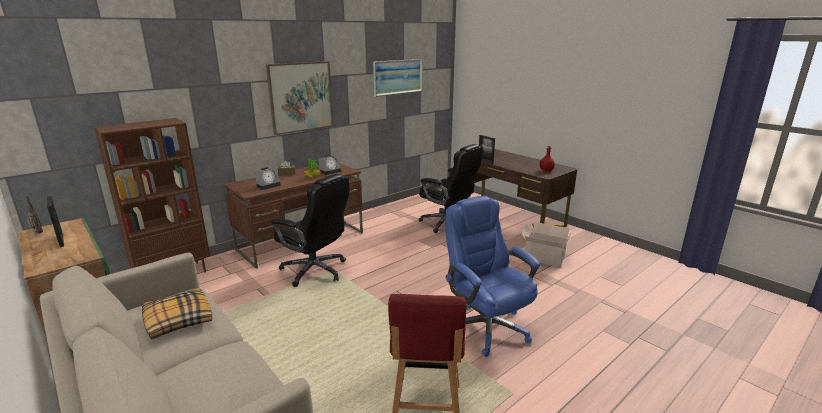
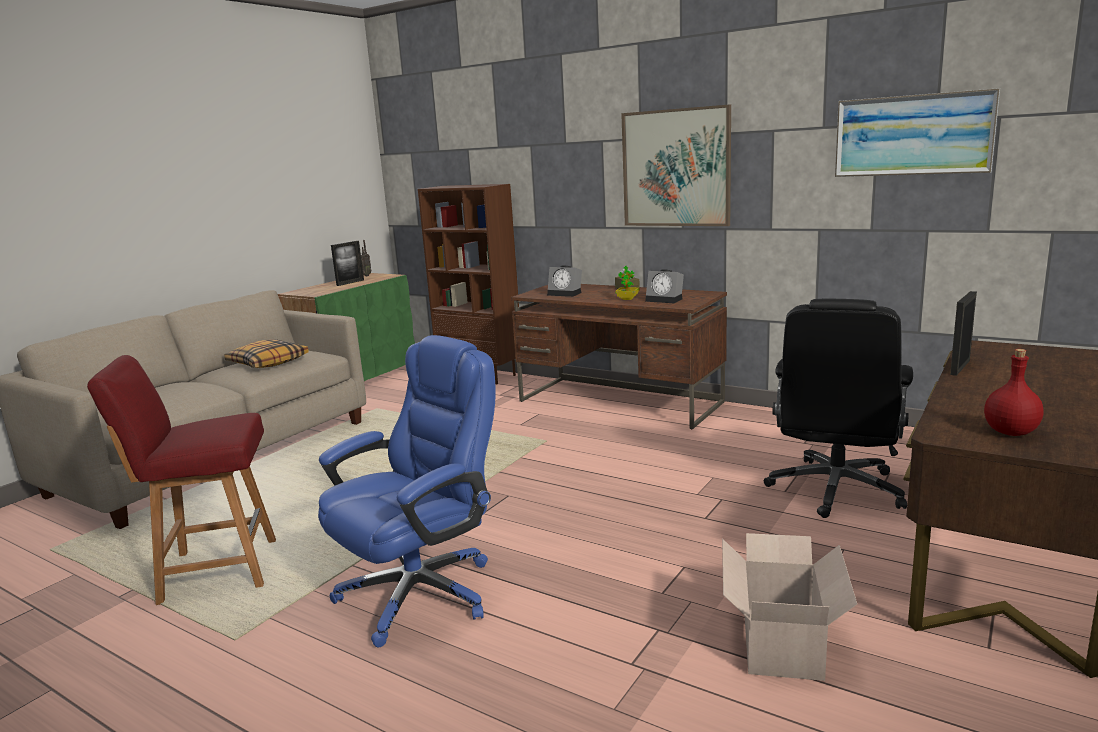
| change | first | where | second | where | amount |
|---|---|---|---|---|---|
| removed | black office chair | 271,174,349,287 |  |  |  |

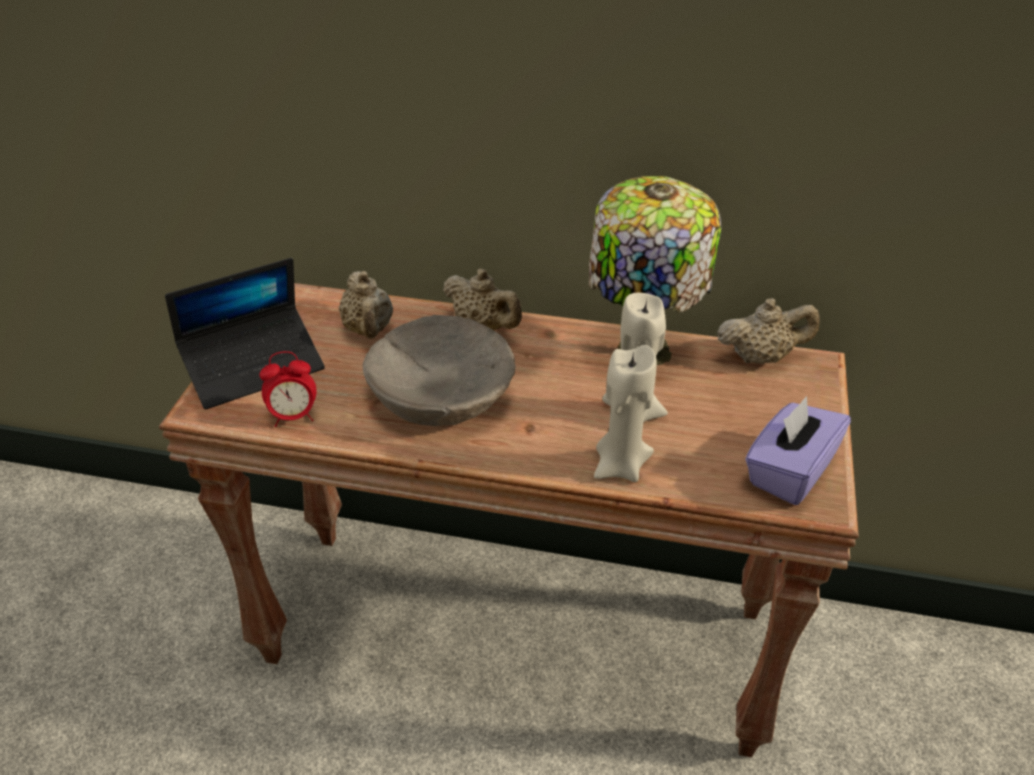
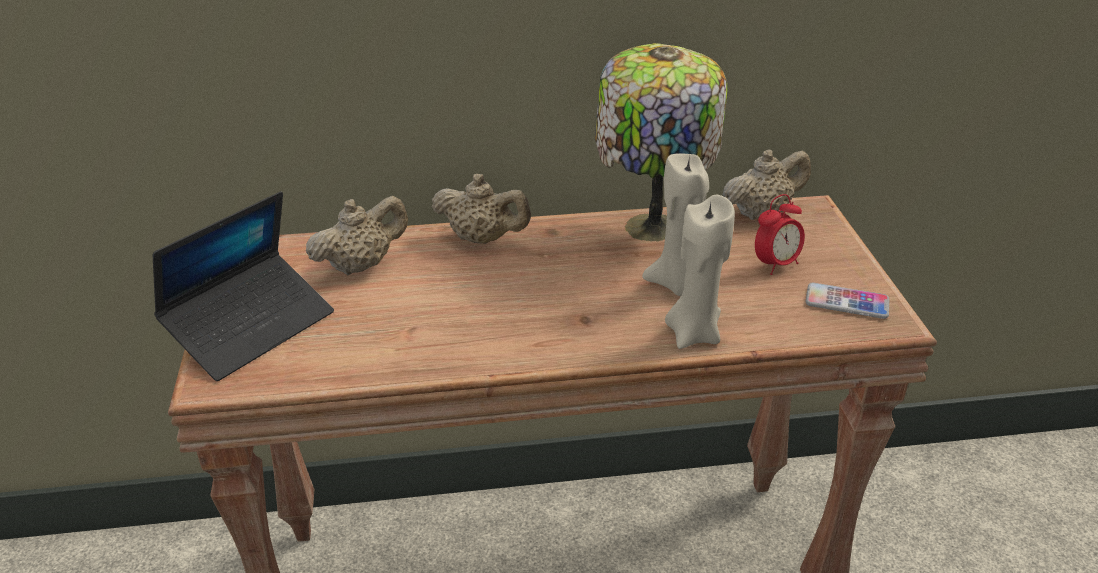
| change | first | where | second | where | amount |
|---|---|---|---|---|---|
| removed | beige bowl | 363,315,515,426 |  |  |  |
| moved | alarm clock | 259,351,317,427 |  | 755,194,805,275 |  |
| replaced | purple tissue box | 745,396,851,505 | phone | 806,283,889,319 |  |
| turned | beige teapot | 339,271,393,339 |  | 306,196,408,275 | 90 degrees counterclockwise |

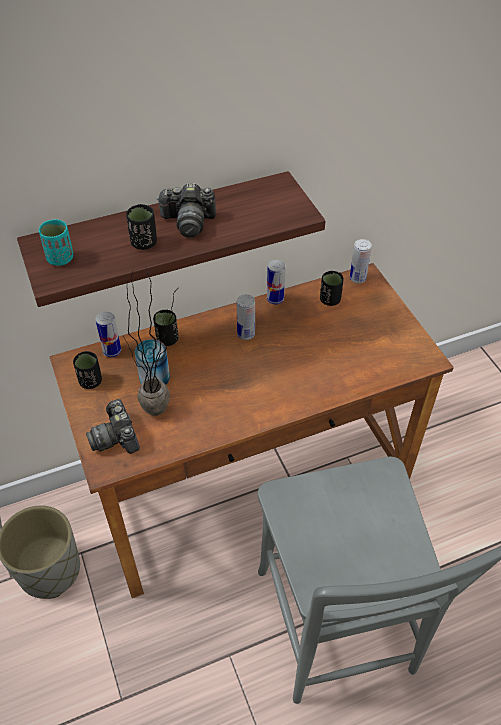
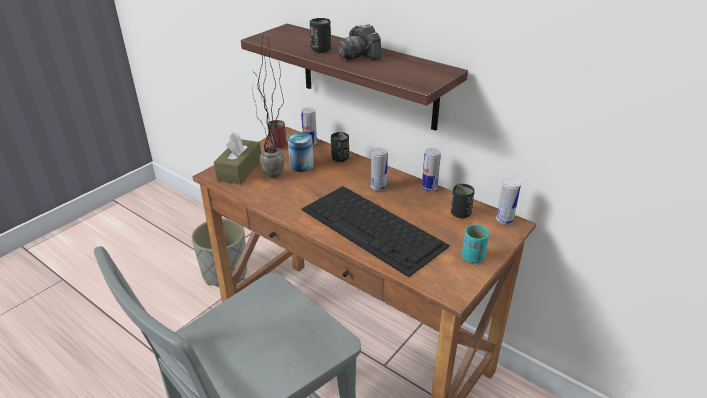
| change | first | where | second | where | amount |
|---|---|---|---|---|---|
| added |  |  | keyboard | 301,186,450,277 |  |
| moved | turquoise cup | 39,219,73,266 |  | 462,225,489,263 |  |
| replaced | photo camera | 86,399,140,454 | brown tissue box | 214,132,261,185 |  |
| recoloured | black cup | 73,351,102,389 | red cup | 267,120,287,149 |  |

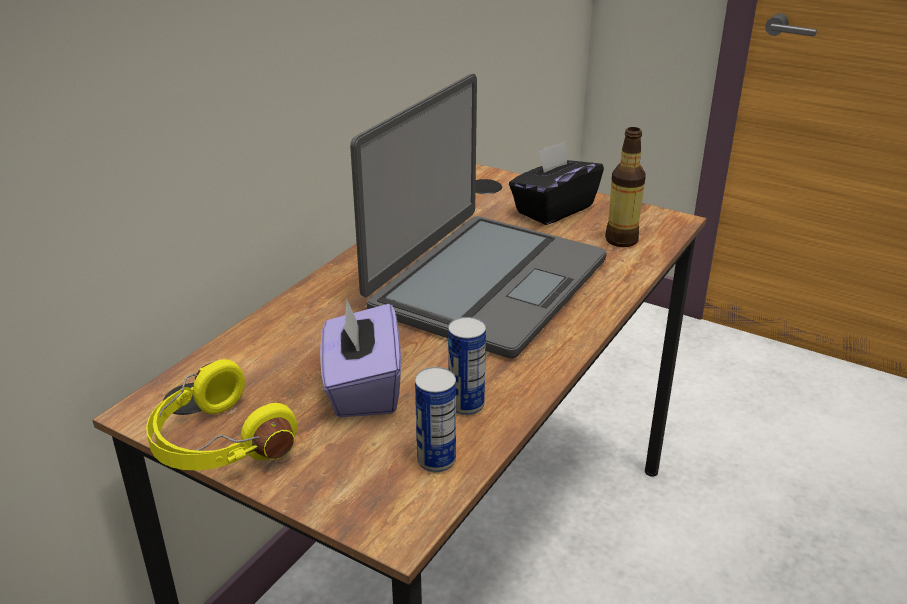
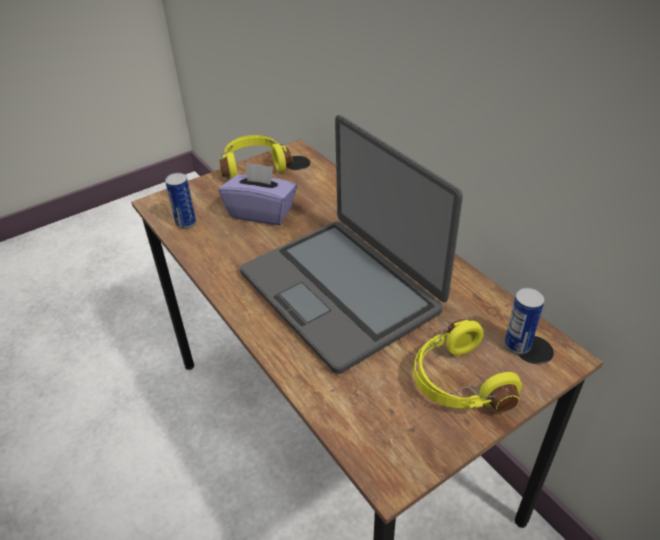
| change | first | where | second | where | amount |
|---|---|---|---|---|---|
| removed | bottle | 605,127,646,247 |  |  |  |
| moved | can | 448,317,486,415 |  | 505,288,545,355 |  |
| replaced | black tissue box | 509,141,604,225 | yellow headphones | 414,319,522,412 |  |

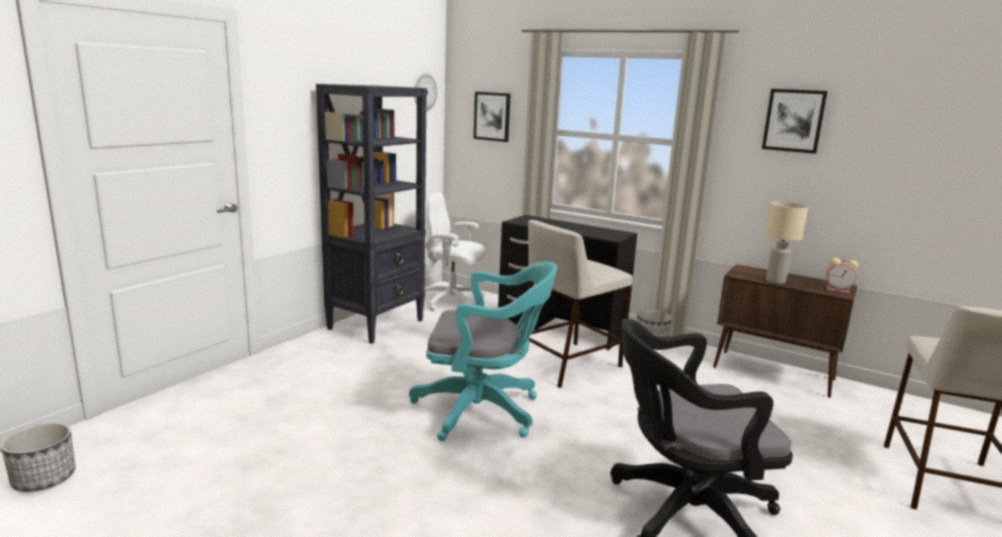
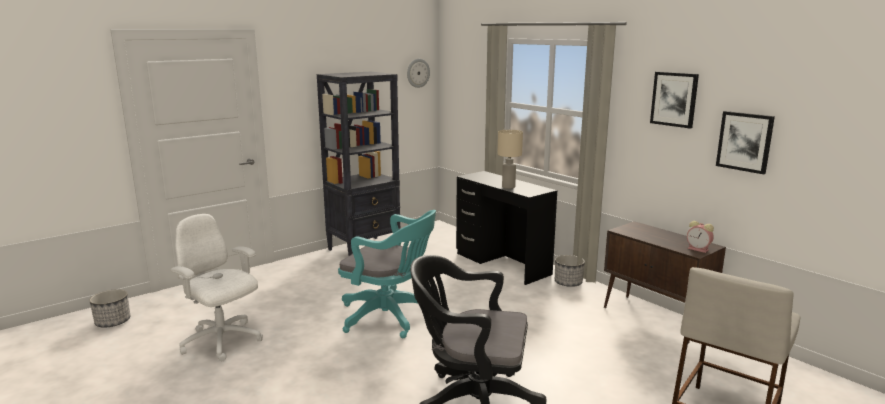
| change | first | where | second | where | amount |
|---|---|---|---|---|---|
| removed | beige stool | 528,220,633,388 |  |  |  |
| moved | white office chair | 424,192,486,311 |  | 171,214,263,361 |  |
| moved | picture | 474,92,511,142 |  | 716,111,775,174 |  |
| moved | beige table lamp | 765,202,808,284 |  | 497,130,523,189 |  |

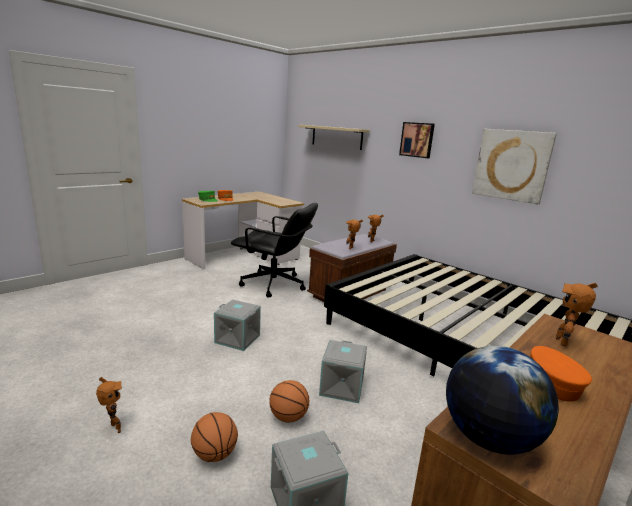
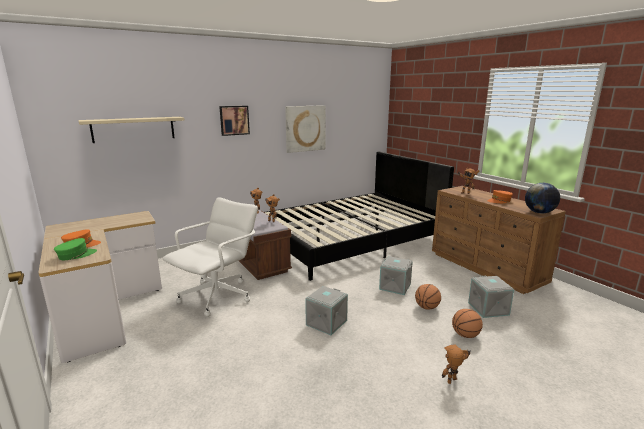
| change | first | where | second | where | amount |
|---|---|---|---|---|---|
| recoloured | black office chair | 231,203,318,298 | white office chair | 162,197,258,317 |  |

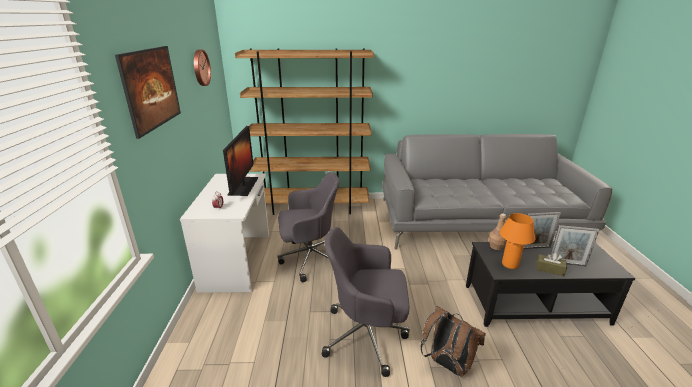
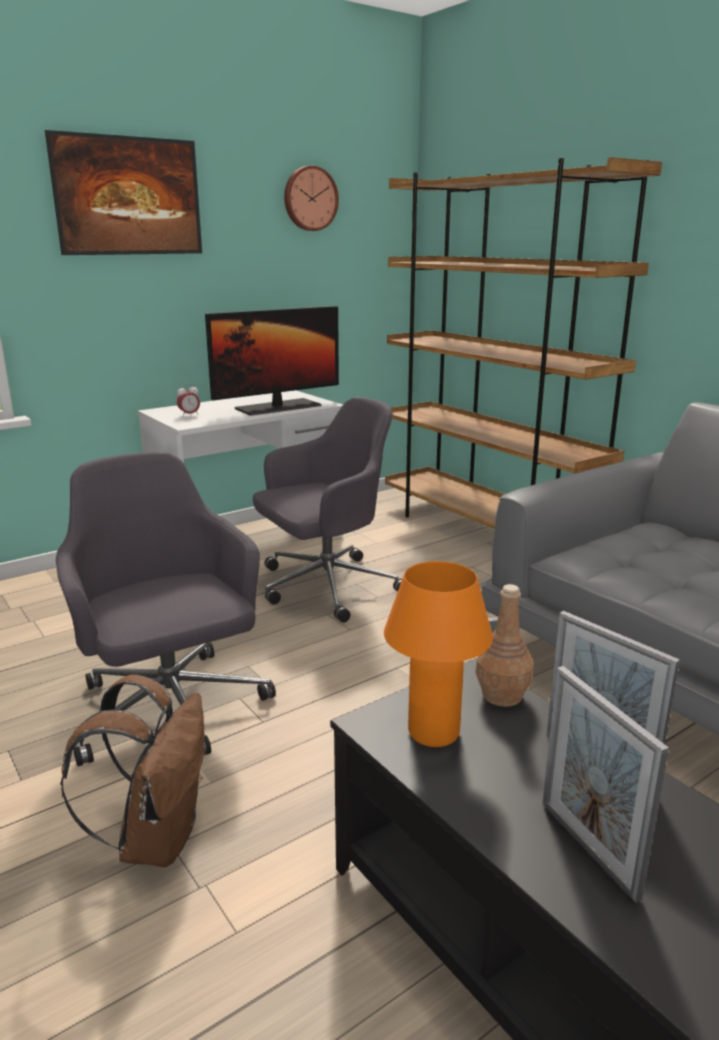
| change | first | where | second | where | amount |
|---|---|---|---|---|---|
| removed | brown tissue box | 536,252,567,276 |  |  |  |
| turned | grey office chair | 277,172,340,282 |  | 253,397,402,623 | 75 degrees counterclockwise |

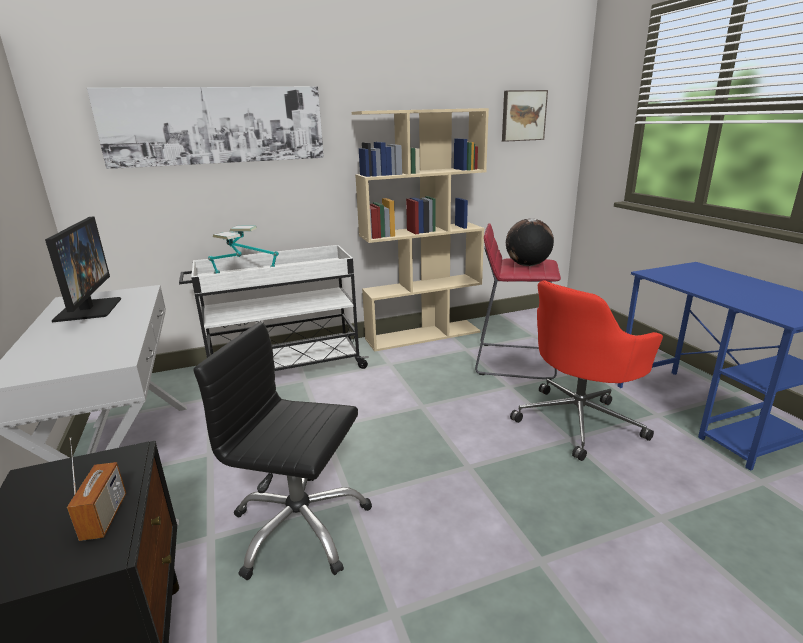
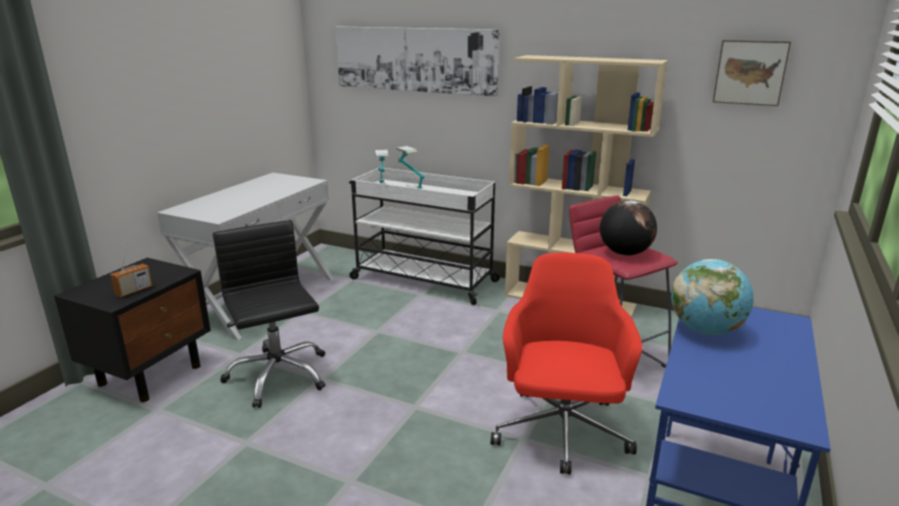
| change | first | where | second | where | amount |
|---|---|---|---|---|---|
| removed | monitor | 45,216,121,322 |  |  |  |
| added |  |  | globe | 671,259,754,335 |  |
| turned | red office chair | 510,281,663,461 |  | 491,253,642,475 | 90 degrees clockwise |

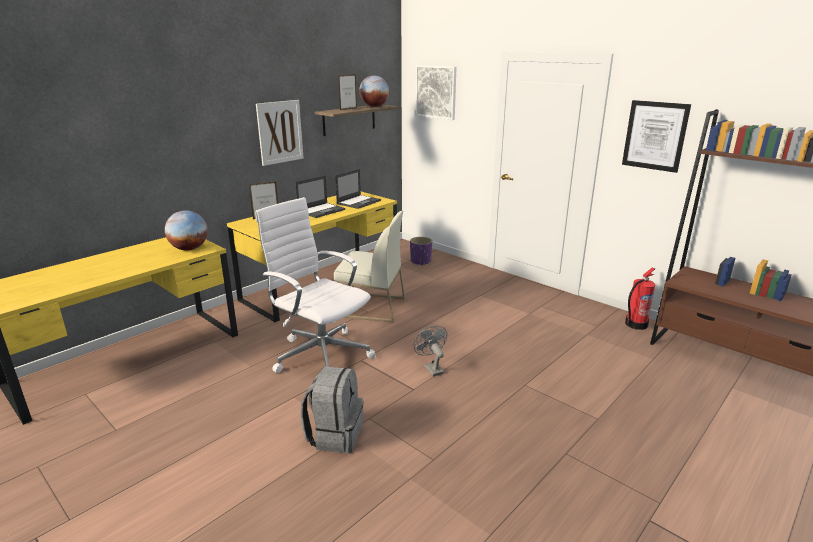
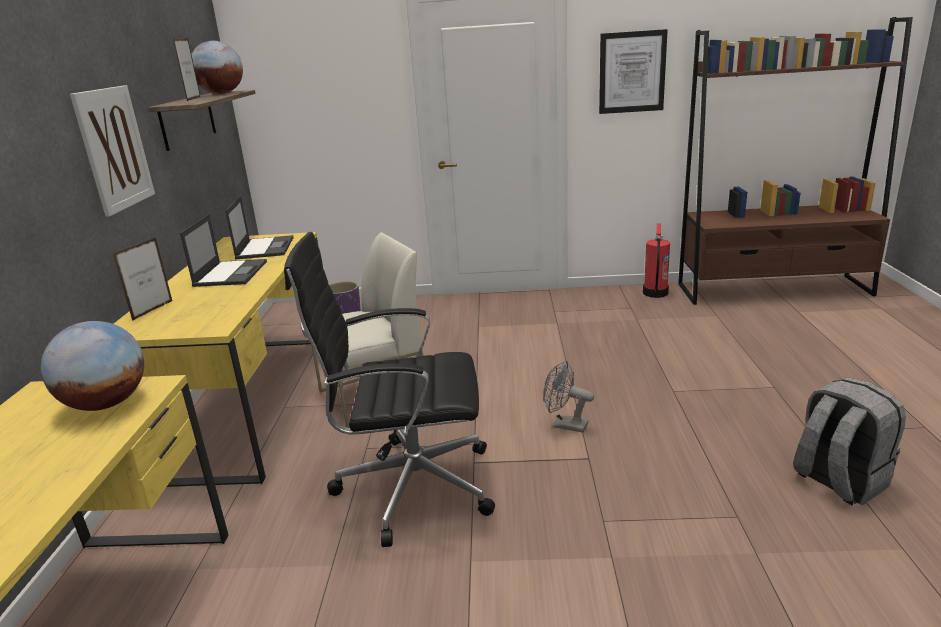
| change | first | where | second | where | amount |
|---|---|---|---|---|---|
| removed | picture | 415,65,457,120 |  |  |  |
| moved | grey backpack | 300,366,364,453 |  | 793,377,906,505 |  |
| recoloured | white office chair | 255,197,376,373 | black office chair | 284,232,495,547 |  |

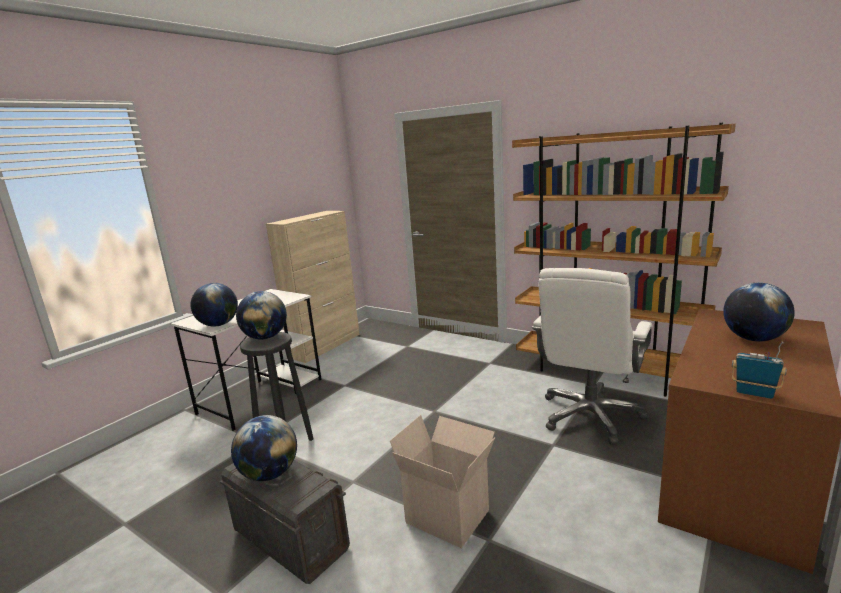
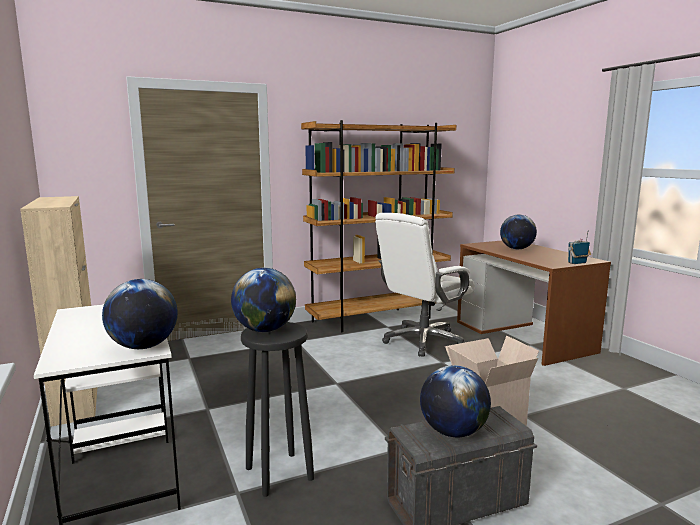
| change | first | where | second | where | amount |
|---|---|---|---|---|---|
| turned | white office chair | 532,268,653,445 |  | 375,213,475,357 | 75 degrees clockwise |

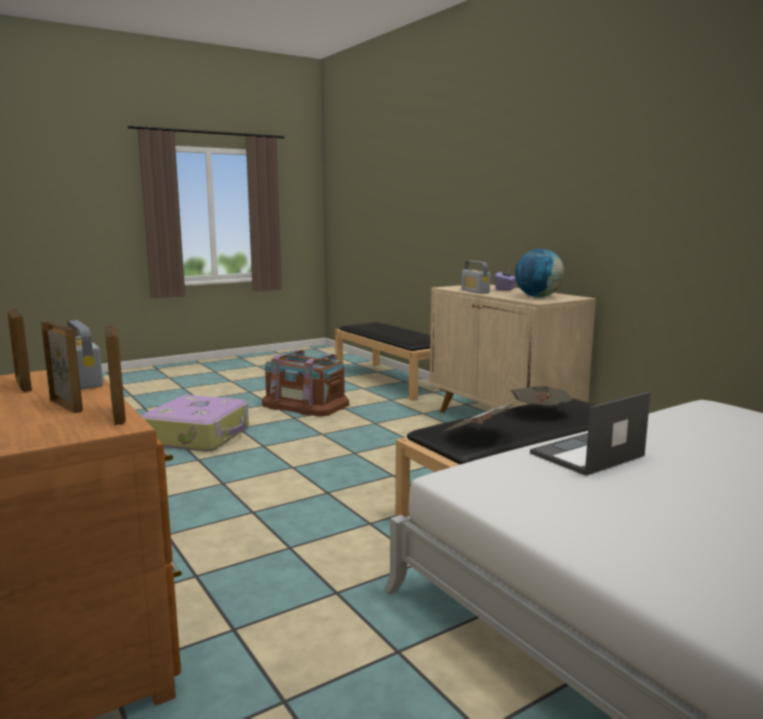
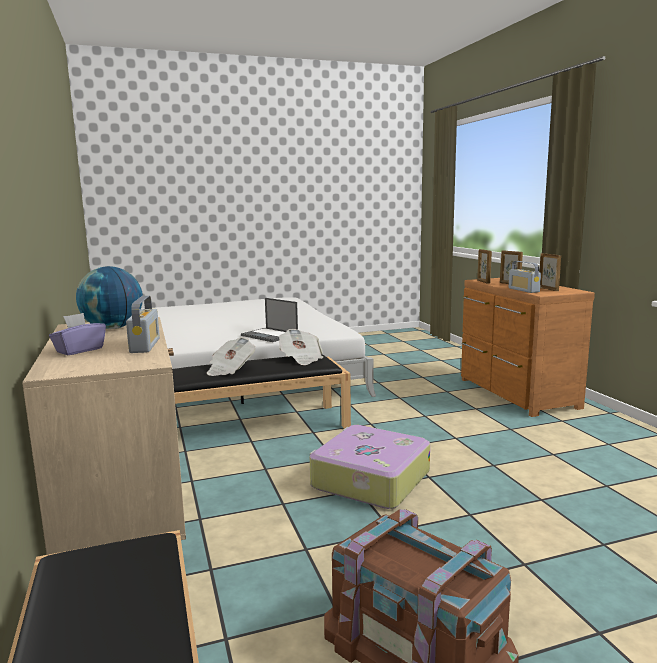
| change | first | where | second | where | amount |
|---|---|---|---|---|---|
| moved | suitcase | 142,395,249,452 |  | 310,425,430,509 |  |
| turned | laptop | 530,392,651,476 |  | 241,298,298,342 | 60 degrees clockwise |

